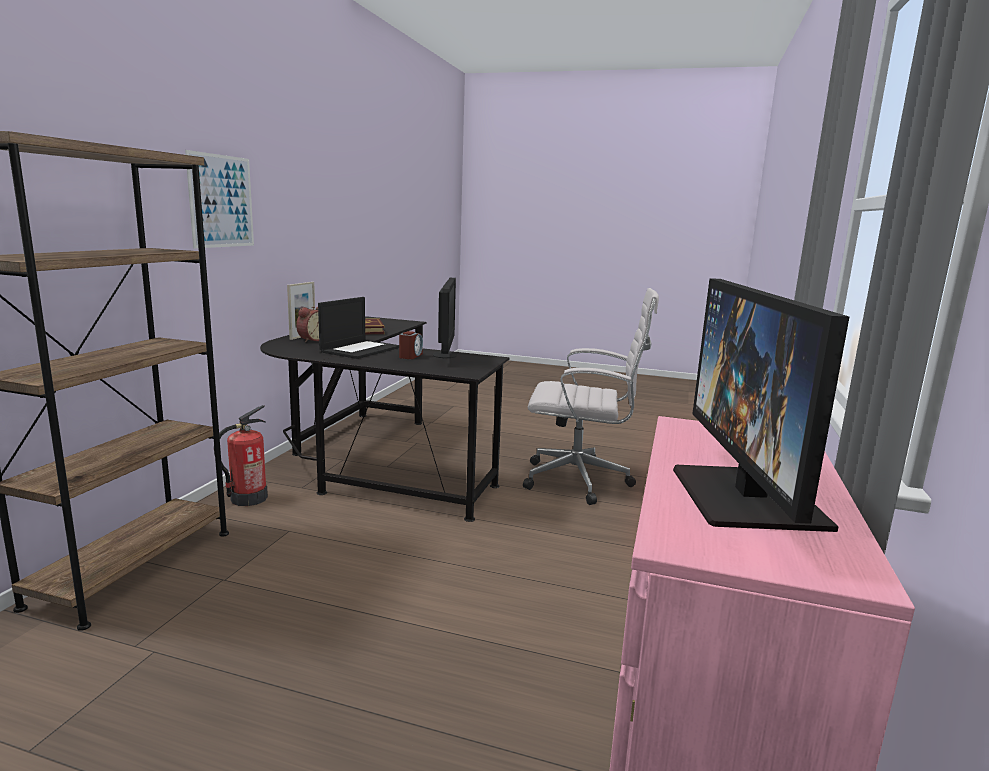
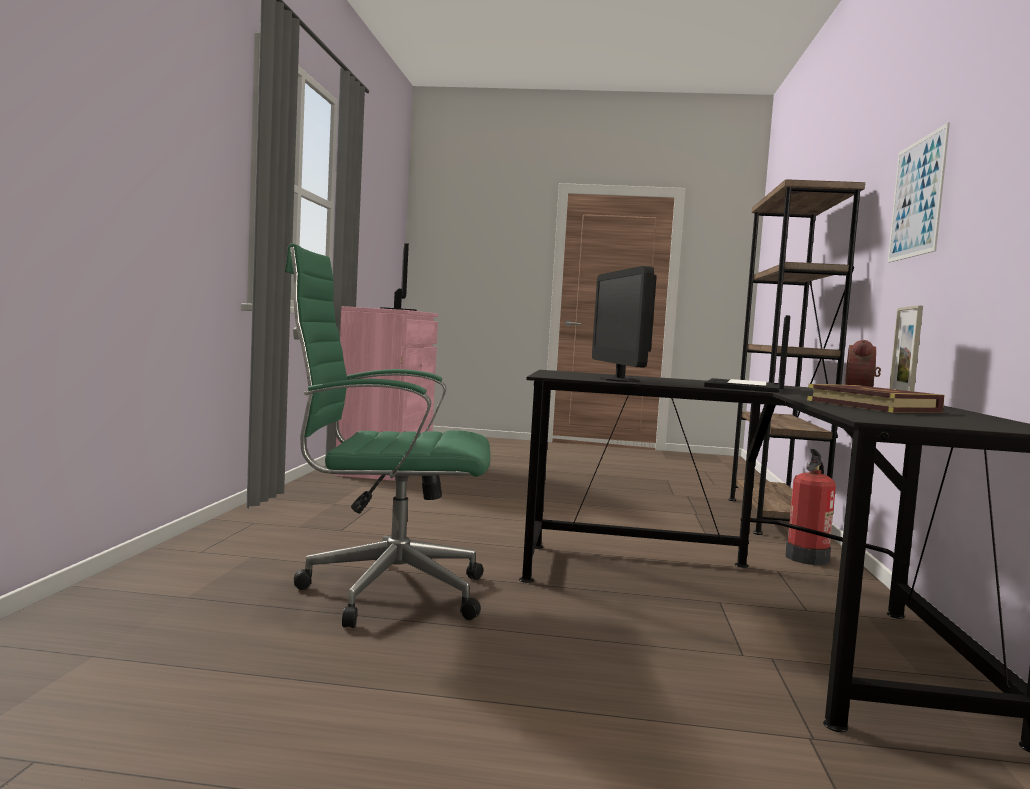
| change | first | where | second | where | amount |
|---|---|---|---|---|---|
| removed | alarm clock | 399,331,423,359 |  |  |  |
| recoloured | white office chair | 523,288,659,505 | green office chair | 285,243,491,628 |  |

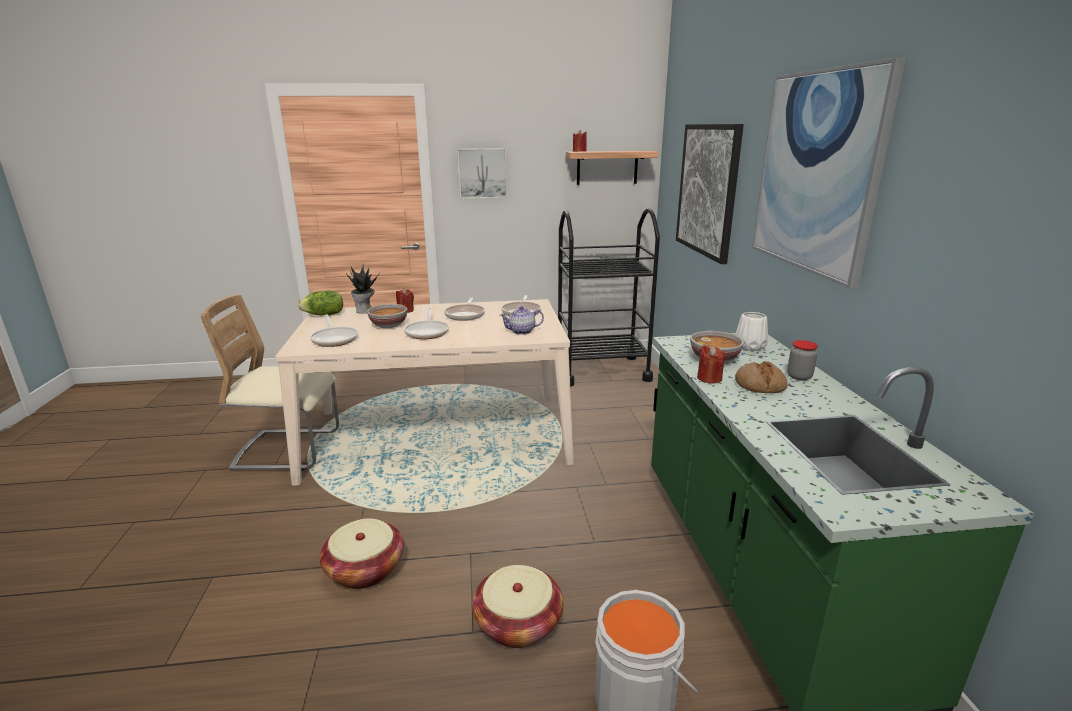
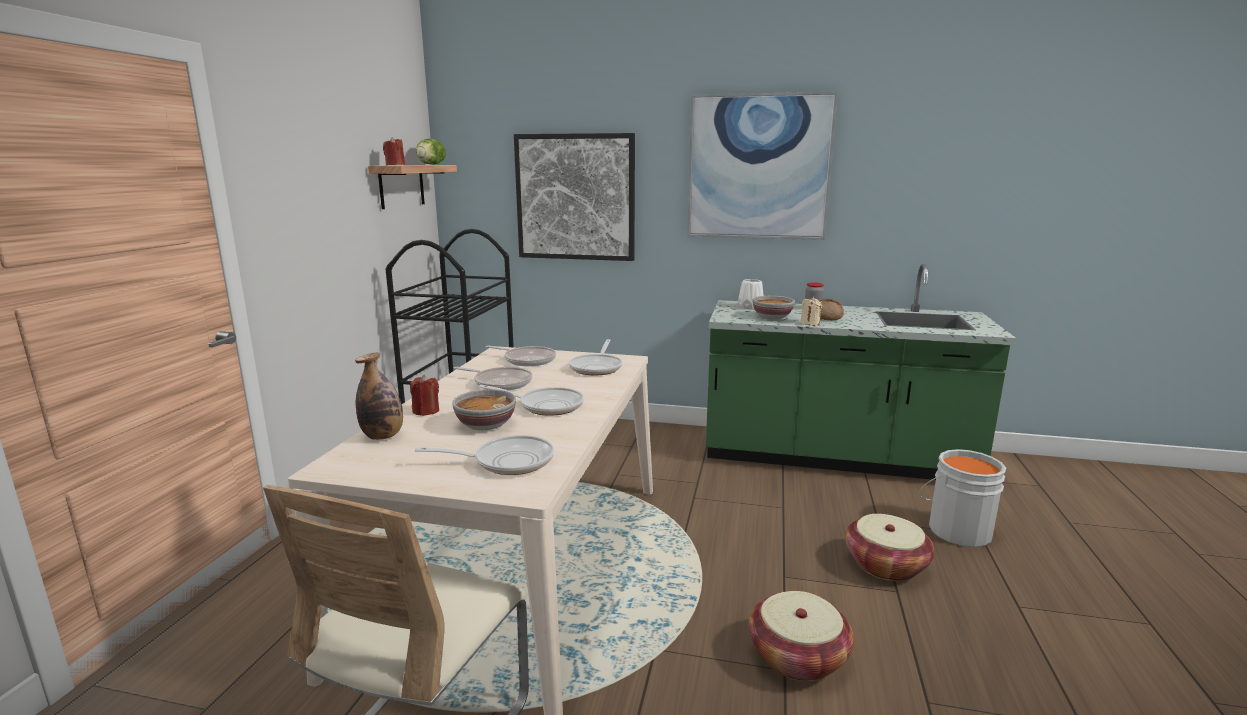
| change | first | where | second | where | amount |
|---|---|---|---|---|---|
| removed | picture | 458,148,507,199 |  |  |  |
| moved | lettuce | 298,290,343,316 |  | 416,138,446,165 |  |
| replaced | potted plant | 346,266,380,314 | bottle | 355,353,403,440 |  |
| replaced | teapot | 500,306,544,335 | frying pan | 569,339,623,375 |  |
| recoloured | red candle | 697,345,725,384 | beige candle | 800,296,822,326 |  |

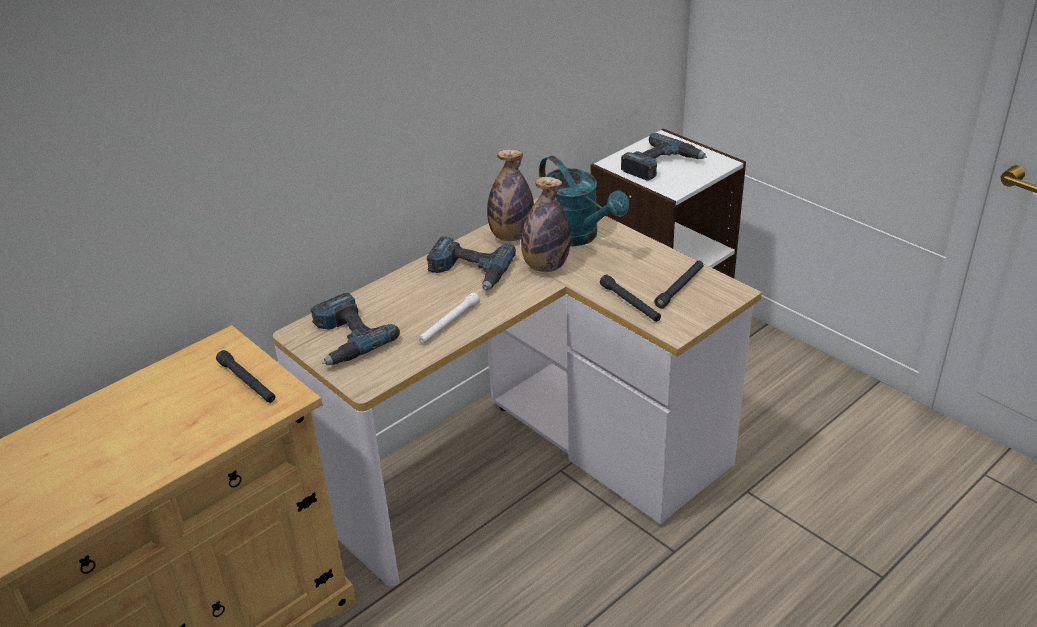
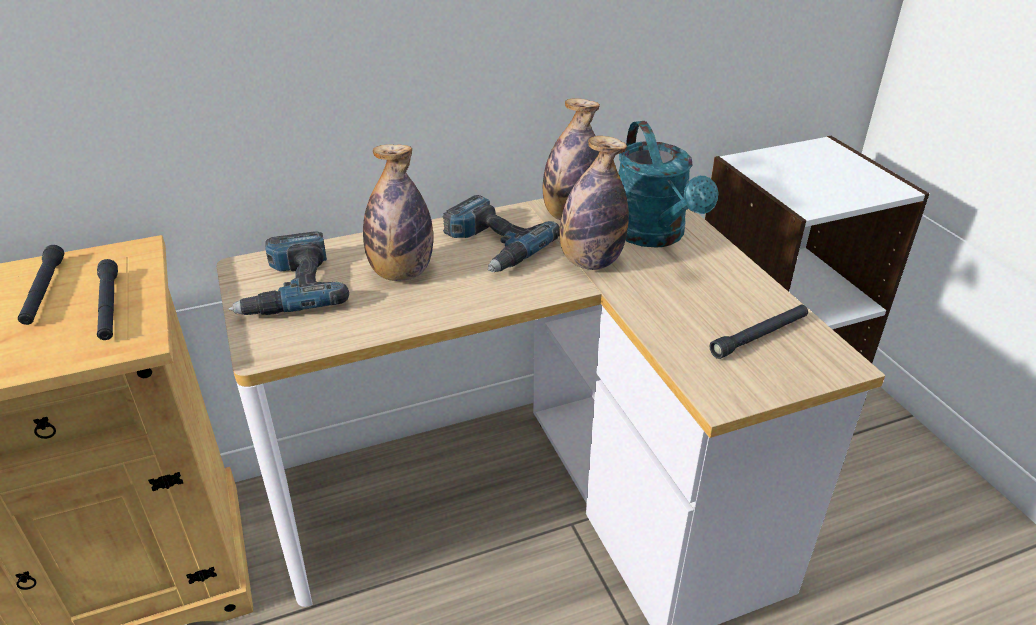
| change | first | where | second | where | amount |
|---|---|---|---|---|---|
| removed | white flashlight | 419,293,480,344 |  |  |  |
| removed | power drill | 621,133,707,181 |  |  |  |
| added |  |  | bottle | 363,144,433,281 |  |
| moved | black flashlight | 600,275,661,322 |  | 18,245,64,325 |  |

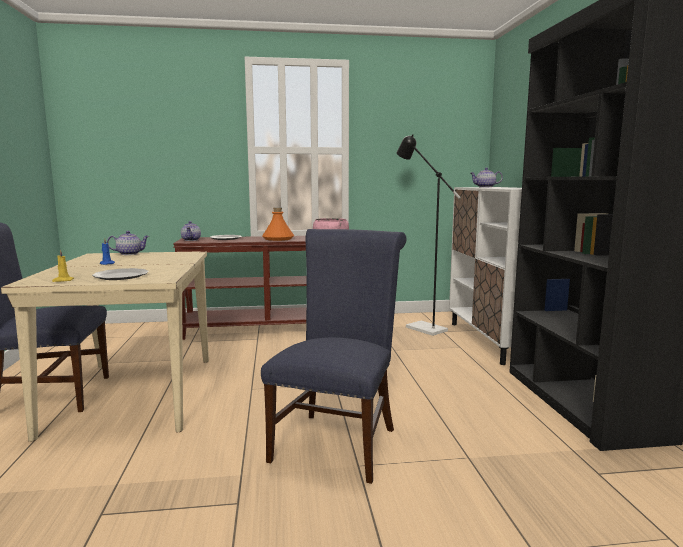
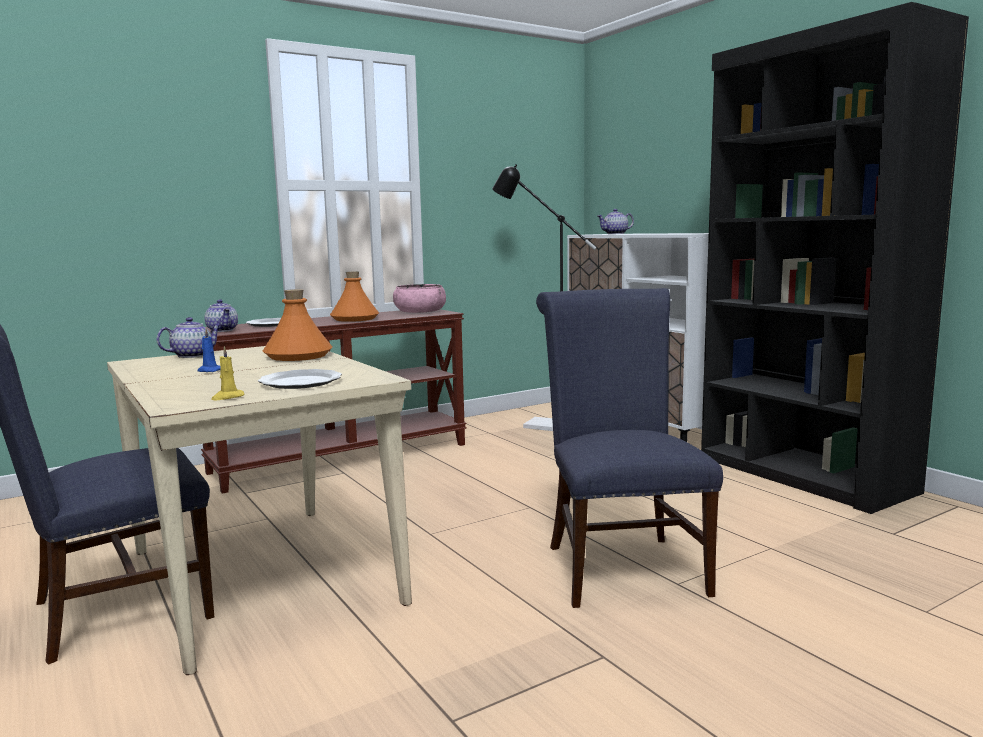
| change | first | where | second | where | amount |
|---|---|---|---|---|---|
| added |  |  | orange bottle | 263,289,332,361 |  |

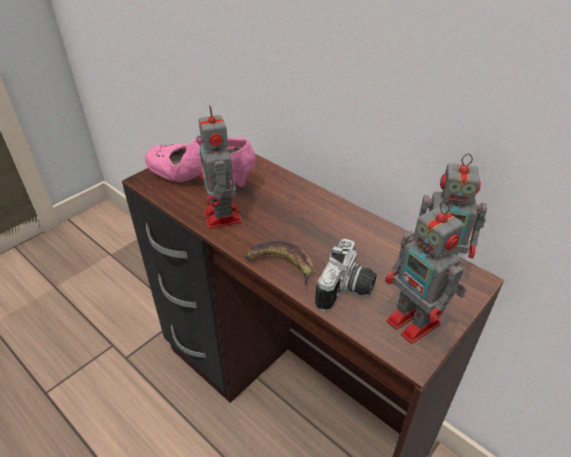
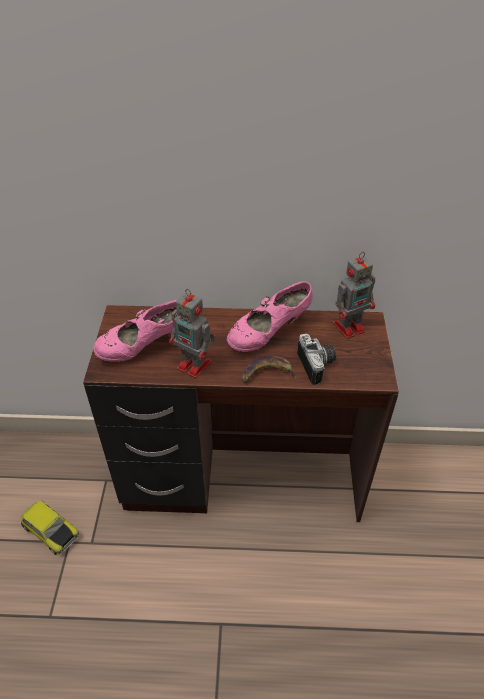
| change | first | where | second | where | amount |
|---|---|---|---|---|---|
| removed | toy robot | 385,200,466,344 |  |  |  |
| added |  |  | toy car | 20,501,80,555 |  |
| added |  |  | pink shoe | 227,281,312,352 |  |

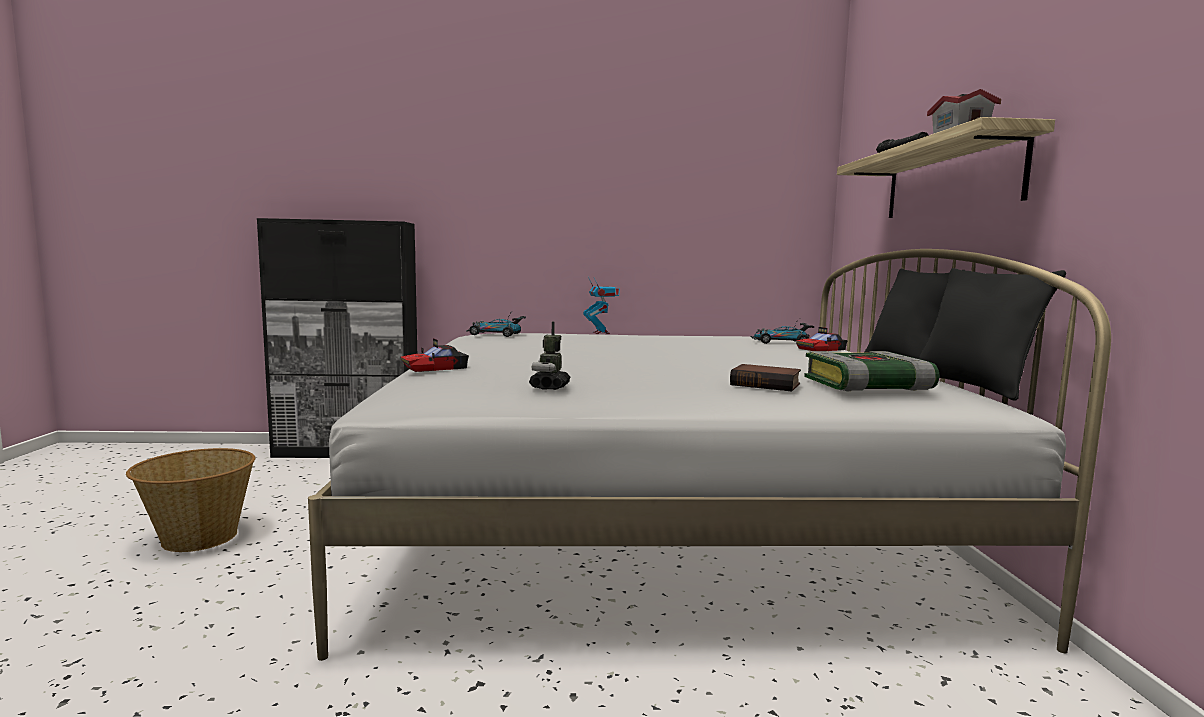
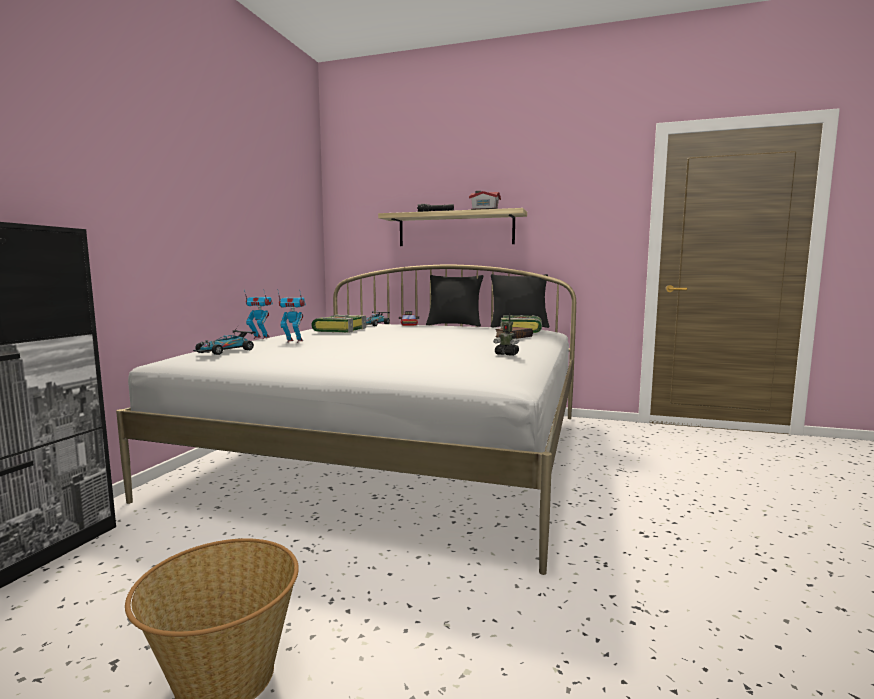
| change | first | where | second | where | amount |
|---|---|---|---|---|---|
| removed | toy car | 401,338,469,372 |  |  |  |
| added |  |  | toy robot | 277,289,306,343 |  |
| added |  |  | book | 311,314,366,333 |  |

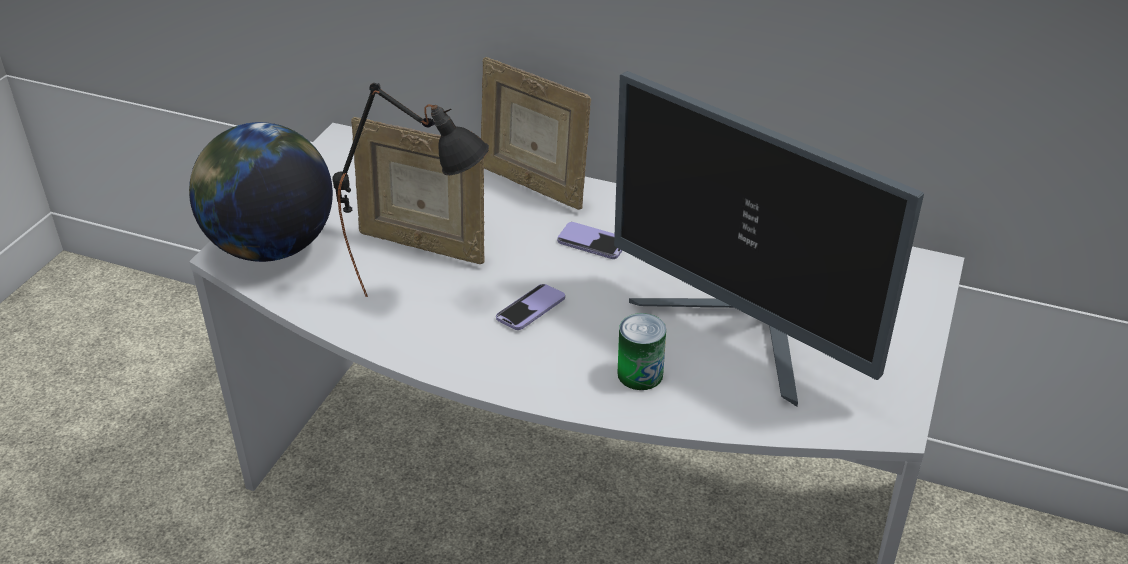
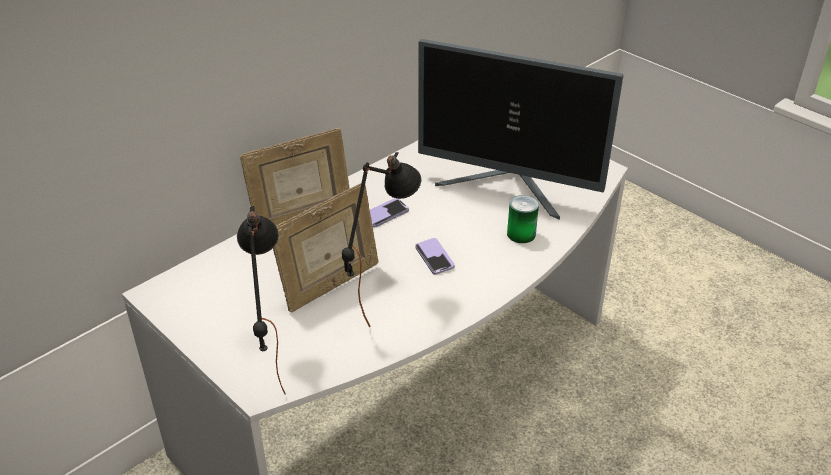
| change | first | where | second | where | amount |
|---|---|---|---|---|---|
| replaced | globe | 189,122,333,262 | black table lamp | 237,206,286,394 |  |
| turned | monitor | 614,71,924,407 |  | 418,39,624,220 | 45 degrees clockwise |

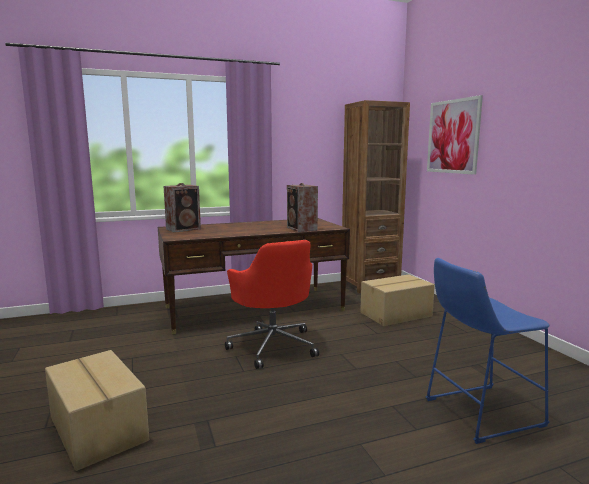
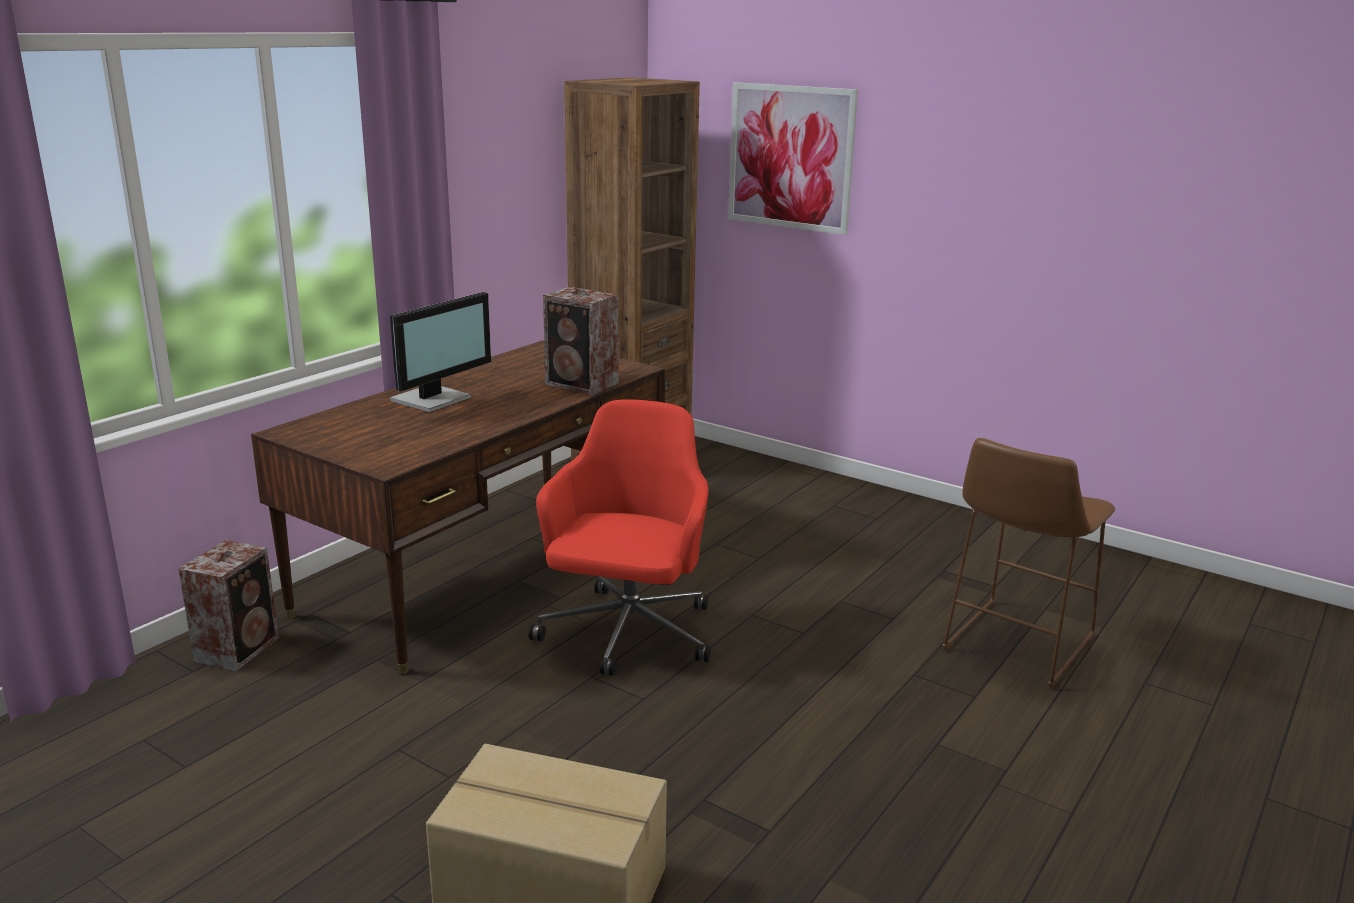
| change | first | where | second | where | amount |
|---|---|---|---|---|---|
| removed | cardboard box | 360,274,435,326 |  |  |  |
| added |  |  | monitor | 390,292,491,412 |  |
| moved | speaker | 163,183,201,233 |  | 179,540,279,671 |  |
| recoloured | blue stool | 426,258,550,444 | brown stool | 942,438,1115,689 |  |
| turned | red office chair | 225,240,319,369 |  | 529,399,711,676 | 105 degrees counterclockwise |

